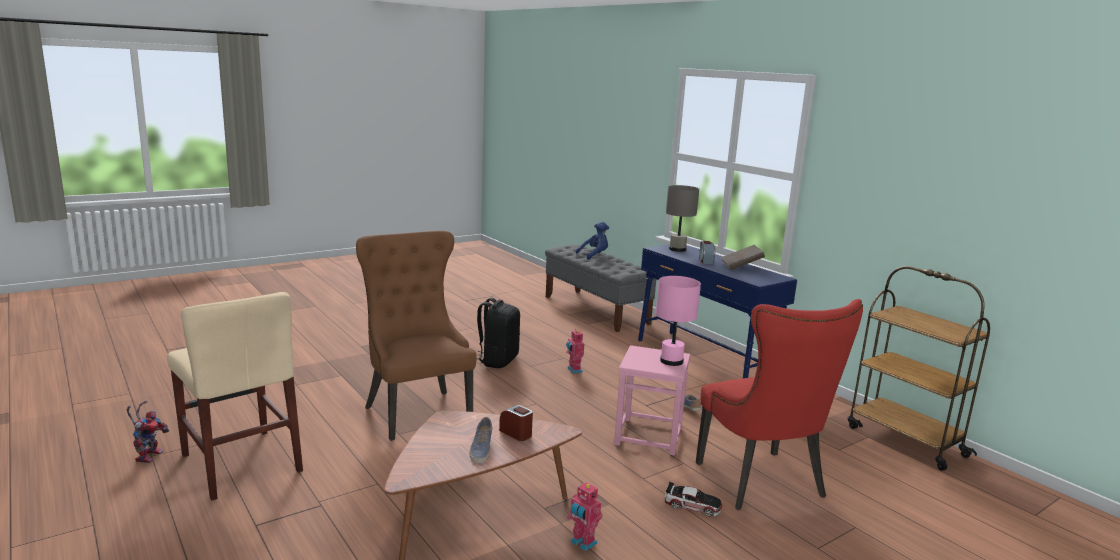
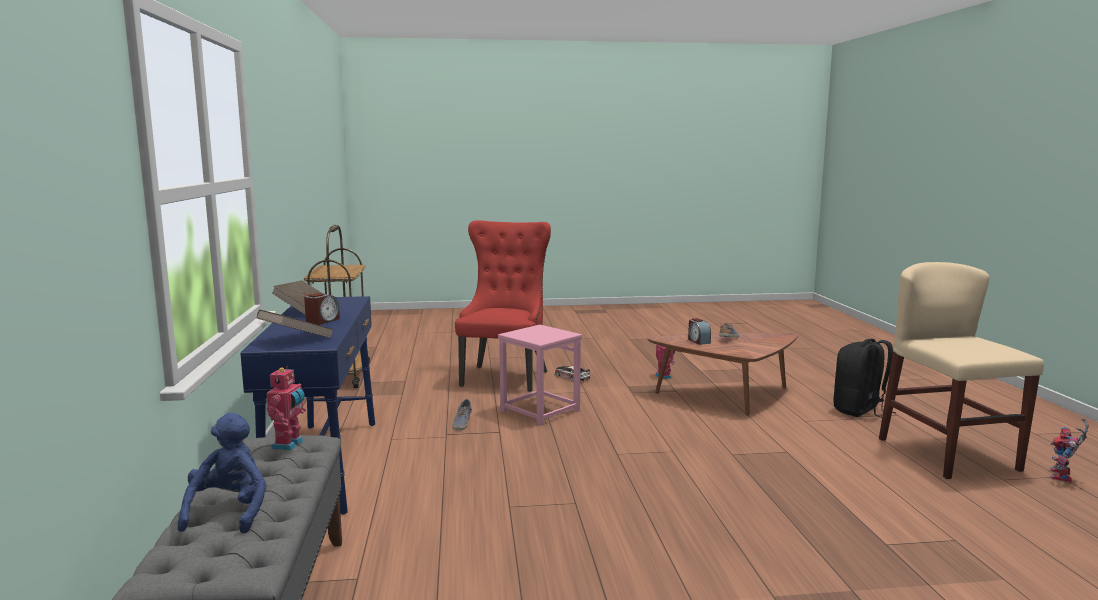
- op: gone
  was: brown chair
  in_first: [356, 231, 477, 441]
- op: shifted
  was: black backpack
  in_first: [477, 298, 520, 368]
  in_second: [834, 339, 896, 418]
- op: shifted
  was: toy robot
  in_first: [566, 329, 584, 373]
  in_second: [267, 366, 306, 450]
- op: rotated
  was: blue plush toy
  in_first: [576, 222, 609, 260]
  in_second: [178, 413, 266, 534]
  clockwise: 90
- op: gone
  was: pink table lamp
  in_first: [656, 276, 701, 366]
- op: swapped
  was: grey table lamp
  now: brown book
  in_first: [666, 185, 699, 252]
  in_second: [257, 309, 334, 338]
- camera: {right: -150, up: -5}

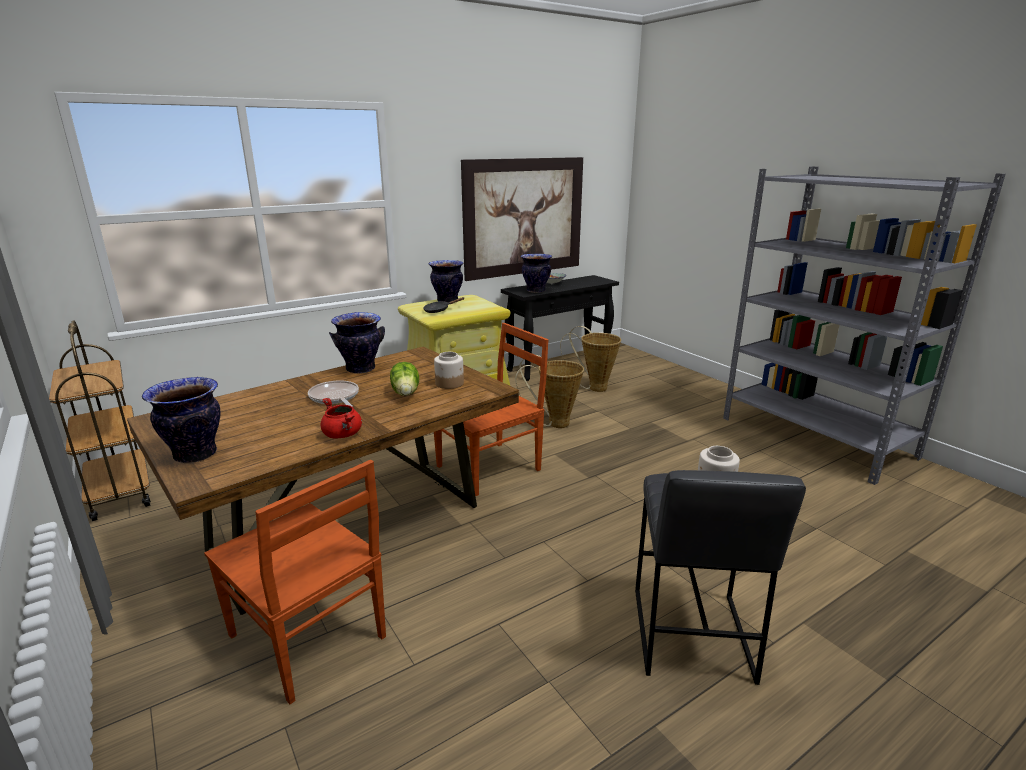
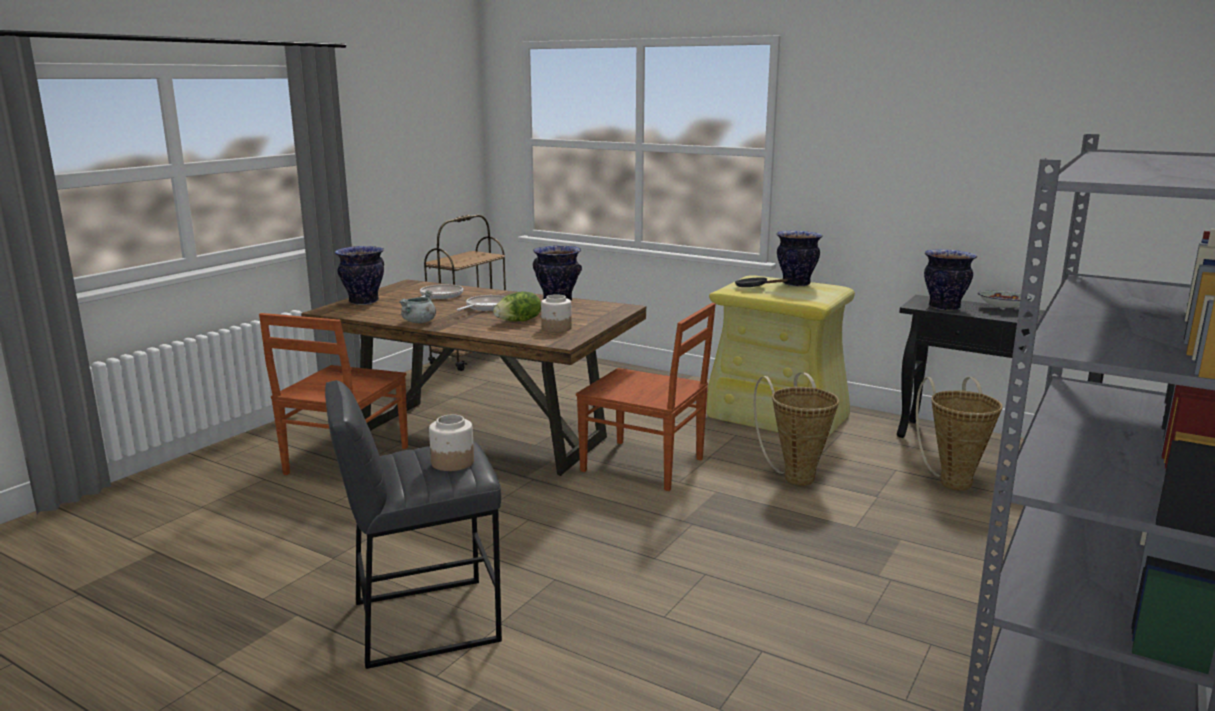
- op: repainted
  was: red cooking pot
  now: grey cooking pot
  in_first: [321, 398, 362, 439]
  in_second: [399, 290, 436, 323]
- op: gone
  was: picture
  in_first: [461, 157, 583, 281]
- op: new
  now: frying pan
  in_second: [420, 284, 463, 299]
- camera: {right: 65, up: -5}

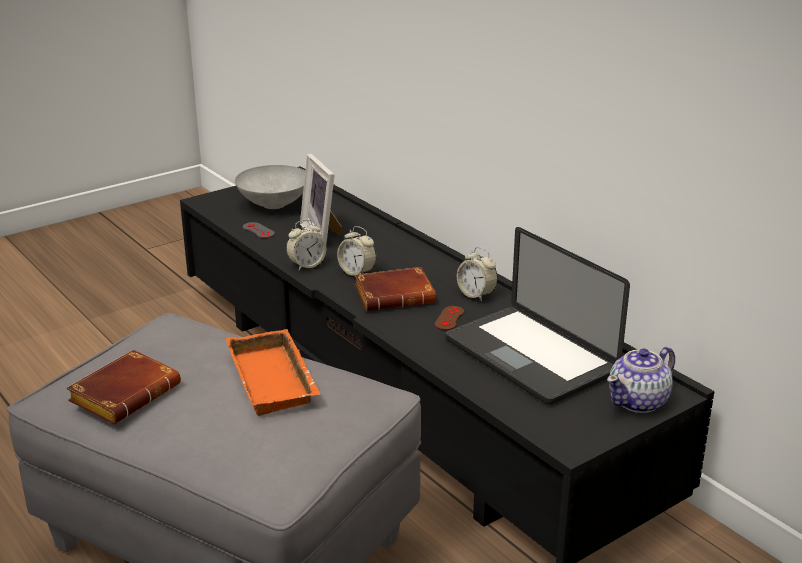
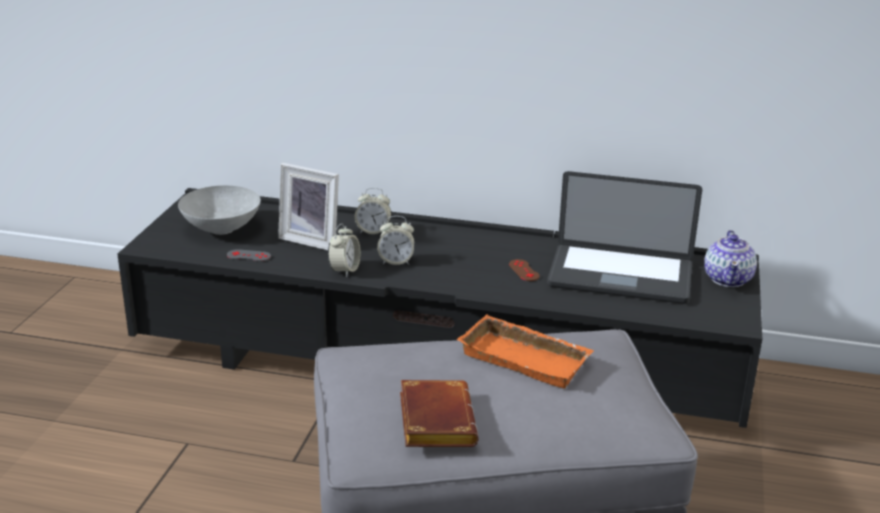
- op: gone
  was: brown book
  in_first: [355, 267, 436, 311]
- op: shifted
  was: alarm clock
  in_first: [457, 247, 498, 302]
  in_second: [355, 188, 391, 234]
- camera: {right: -40, up: 0}

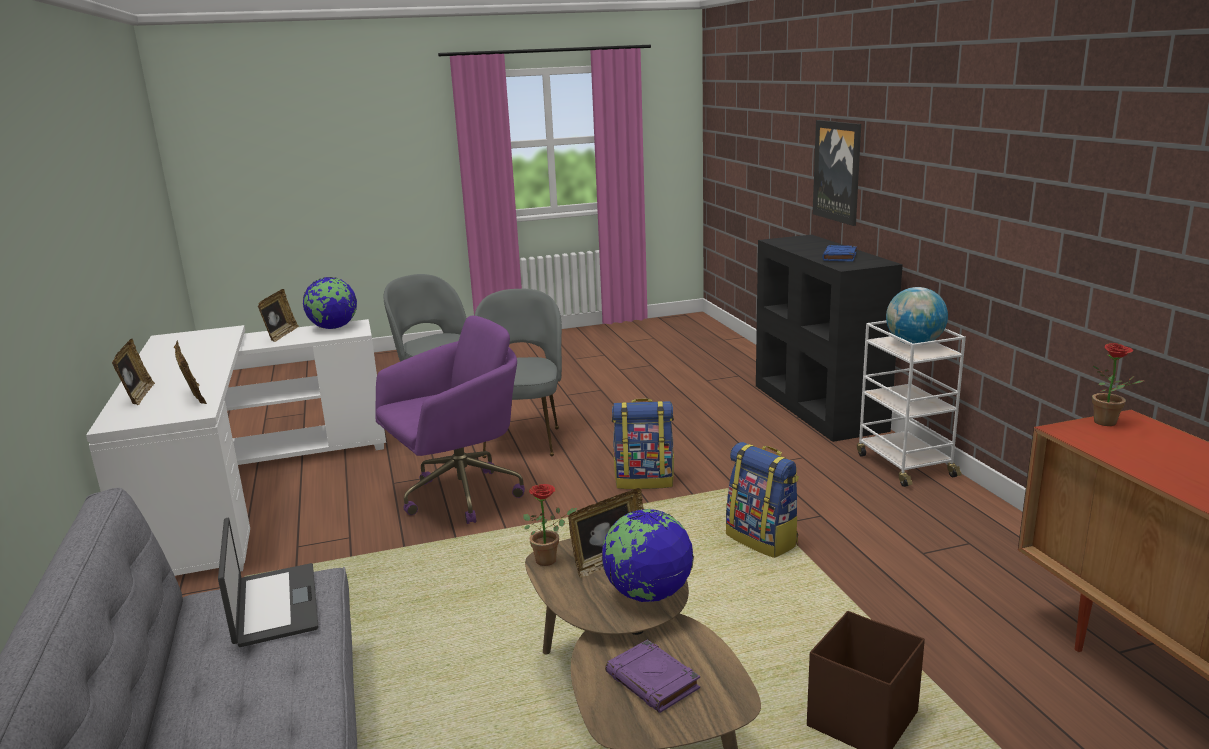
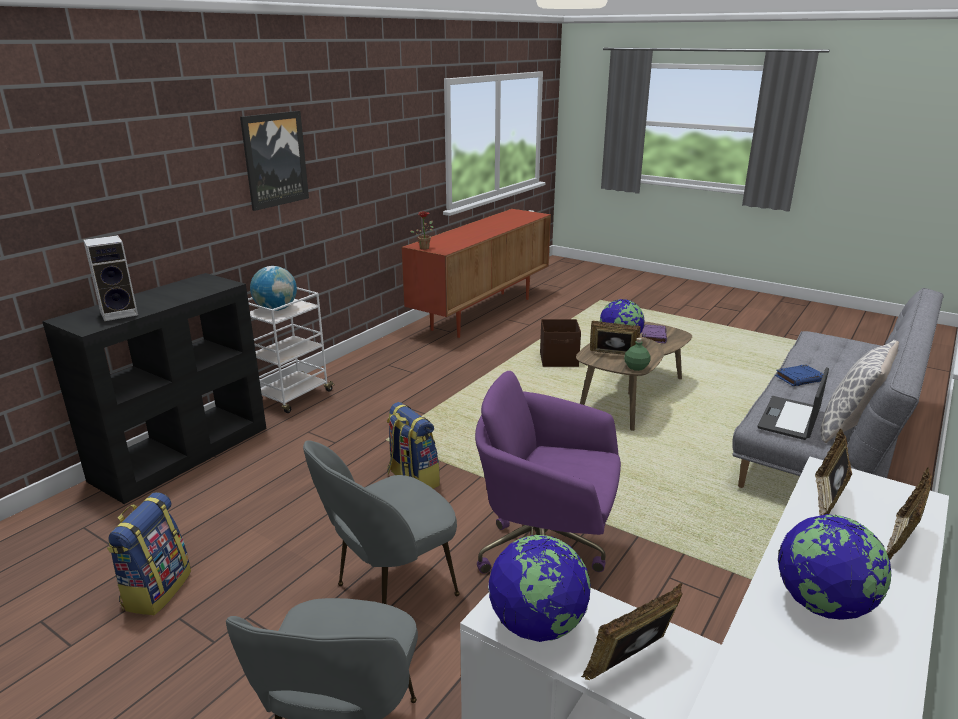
- op: swapped
  was: potted plant
  now: green bottle
  in_first: [523, 484, 577, 566]
  in_second: [624, 338, 650, 371]
- op: shifted
  was: backpack
  in_first: [726, 442, 799, 558]
  in_second: [107, 492, 191, 615]
- op: shifted
  was: picture
  in_first: [813, 120, 861, 226]
  in_second: [240, 111, 309, 211]
- op: shifted
  was: blue book
  in_first: [822, 245, 857, 262]
  in_second: [775, 365, 823, 386]
- op: new
  now: speaker
  in_second: [83, 235, 138, 321]
- op: new
  now: globe
  in_second: [778, 514, 891, 620]
- op: new
  now: pillow
  in_second: [820, 340, 899, 443]
- camera: {right: -130, up: 5}

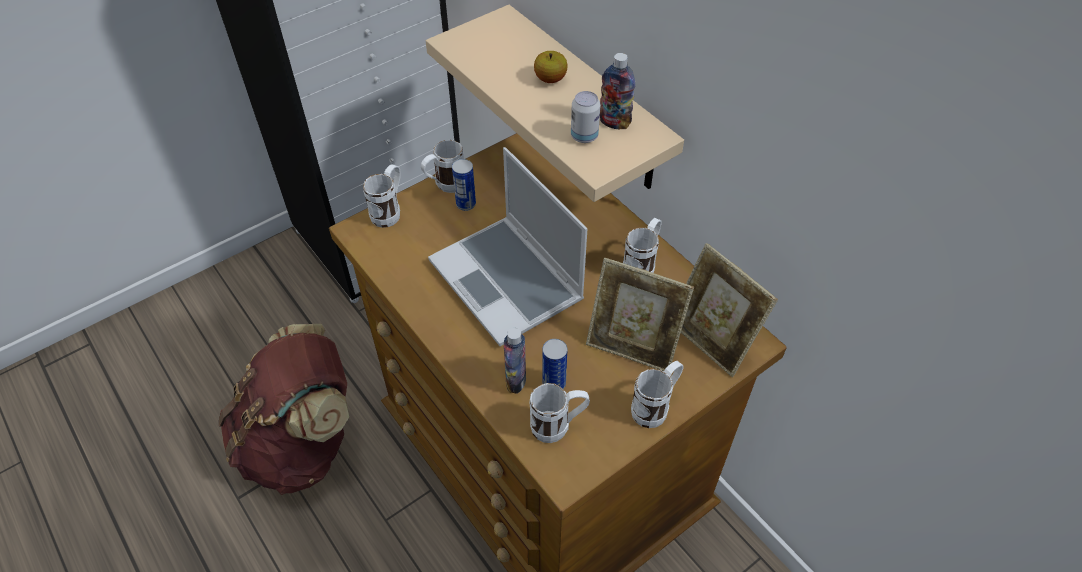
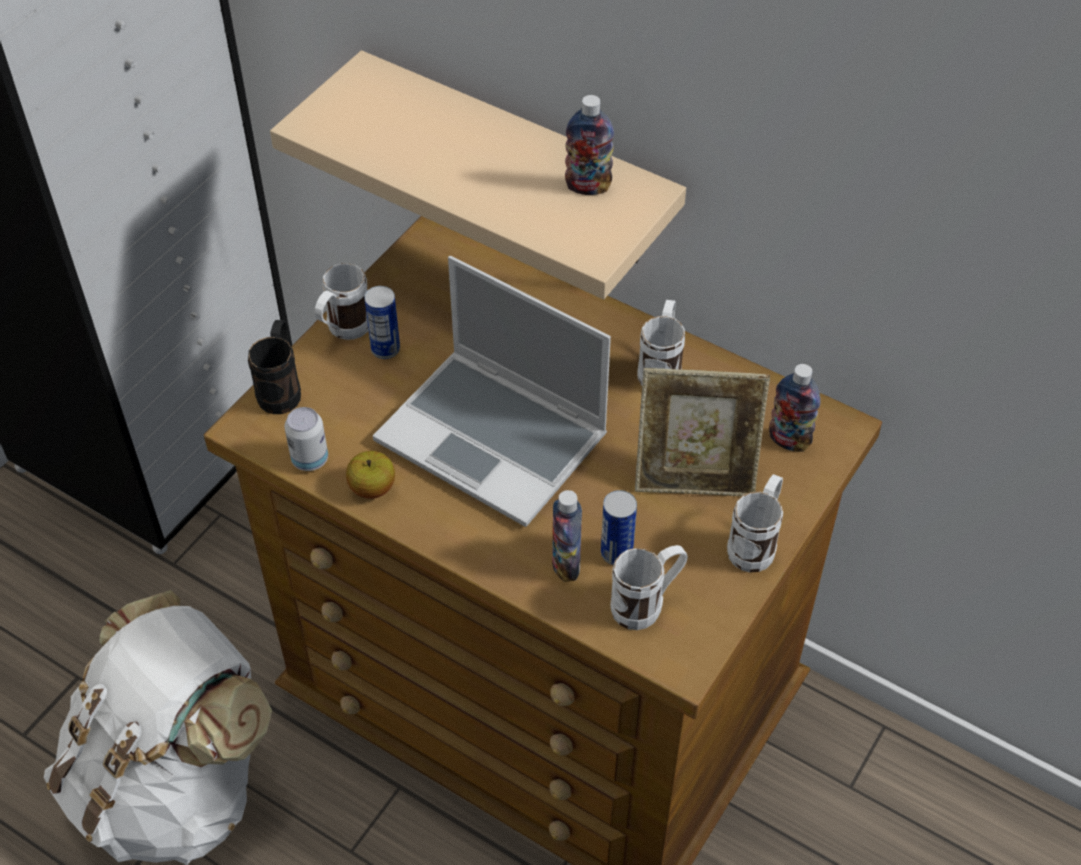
- op: repainted
  was: brown backpack
  now: white backpack
  in_first: [219, 324, 349, 495]
  in_second: [44, 590, 272, 865]
- op: repainted
  was: white mug
  now: black mug
  in_first: [363, 165, 401, 228]
  in_second: [248, 320, 301, 414]
- op: shifted
  was: apple
  in_first: [534, 51, 568, 83]
  in_second: [346, 451, 395, 499]
- op: shifted
  was: can
  in_first: [571, 91, 600, 143]
  in_second: [284, 407, 328, 471]
- op: swapped
  was: picture frame
  now: bottle
  in_first: [681, 243, 778, 377]
  in_second: [769, 364, 820, 452]
- camera: {right: -20, up: 0}

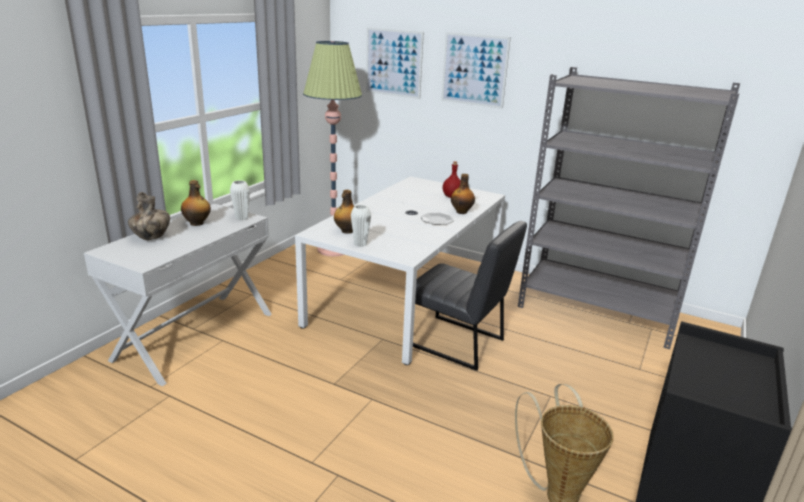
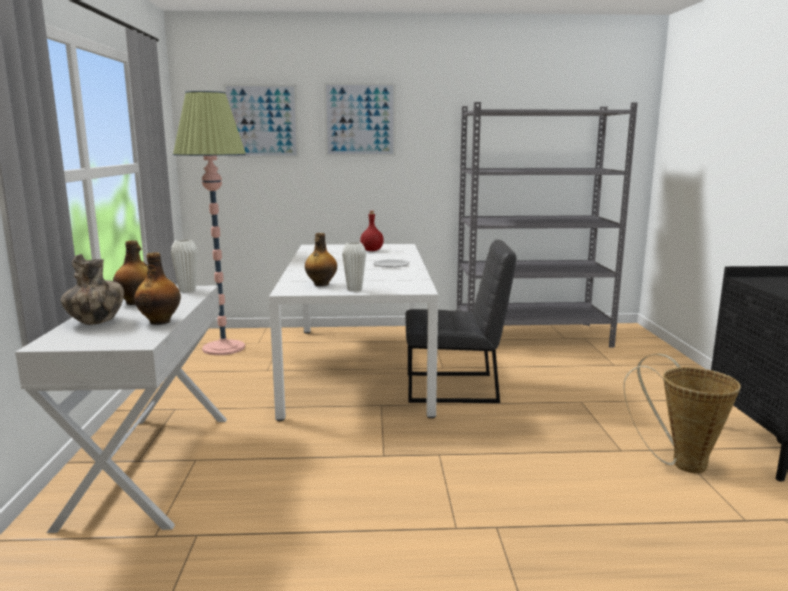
- op: shifted
  was: bottle
  in_first: [451, 174, 475, 214]
  in_second: [134, 252, 181, 325]
- camera: {right: -30, up: -10}

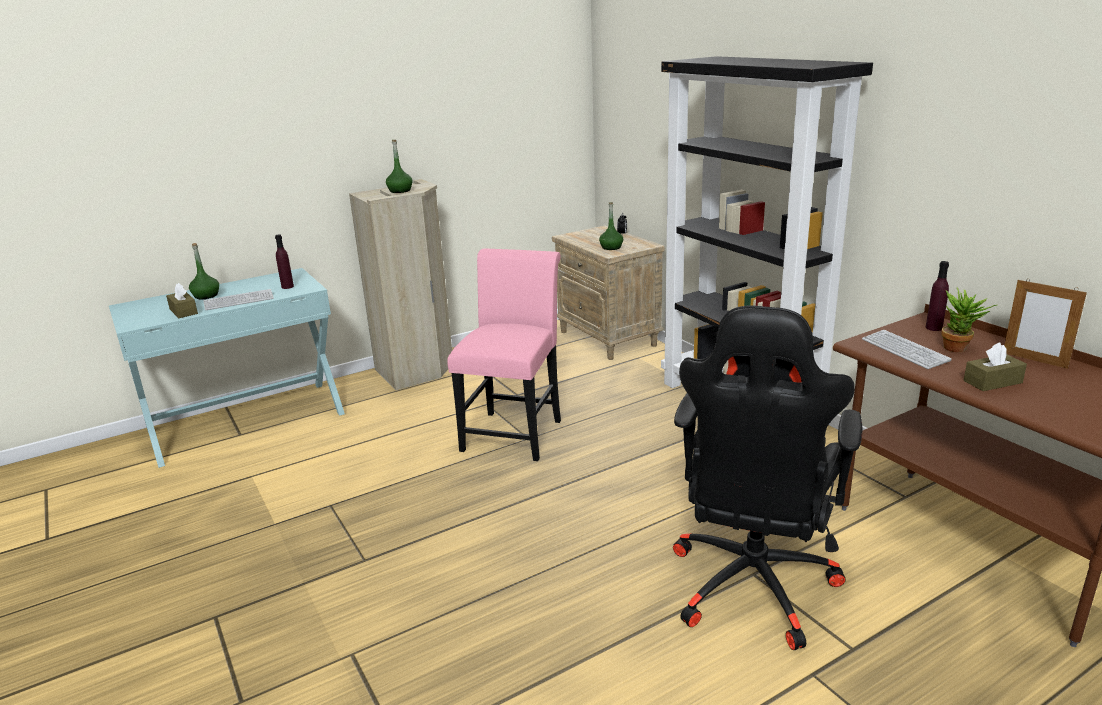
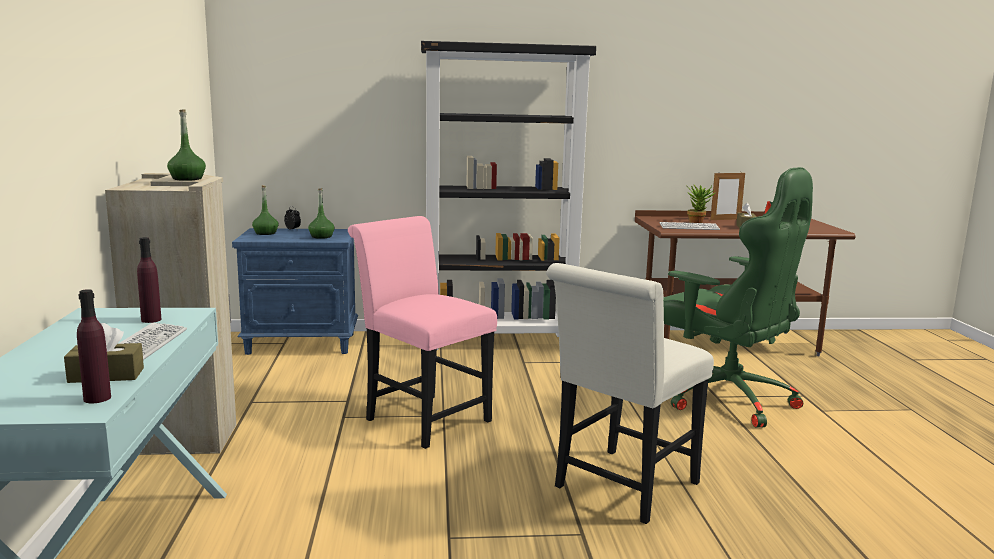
- op: shifted
  was: green bottle
  in_first: [189, 243, 219, 299]
  in_second: [252, 185, 279, 235]
- op: repainted
  was: beige nightstand
  now: blue nightstand
  in_first: [552, 226, 665, 360]
  in_second: [232, 228, 358, 355]
- op: repainted
  was: black office chair
  now: green office chair
  in_first: [673, 305, 862, 650]
  in_second: [663, 167, 813, 427]
- op: shifted
  was: purple bottle
  in_first: [925, 261, 949, 331]
  in_second: [77, 289, 111, 403]
- op: new
  now: white chair
  in_second: [547, 263, 714, 524]
- camera: {right: -65, up: -10}

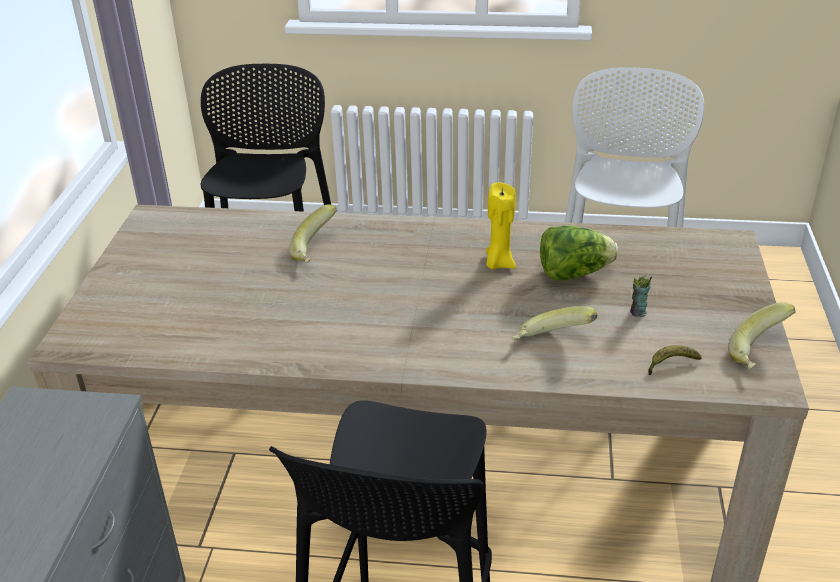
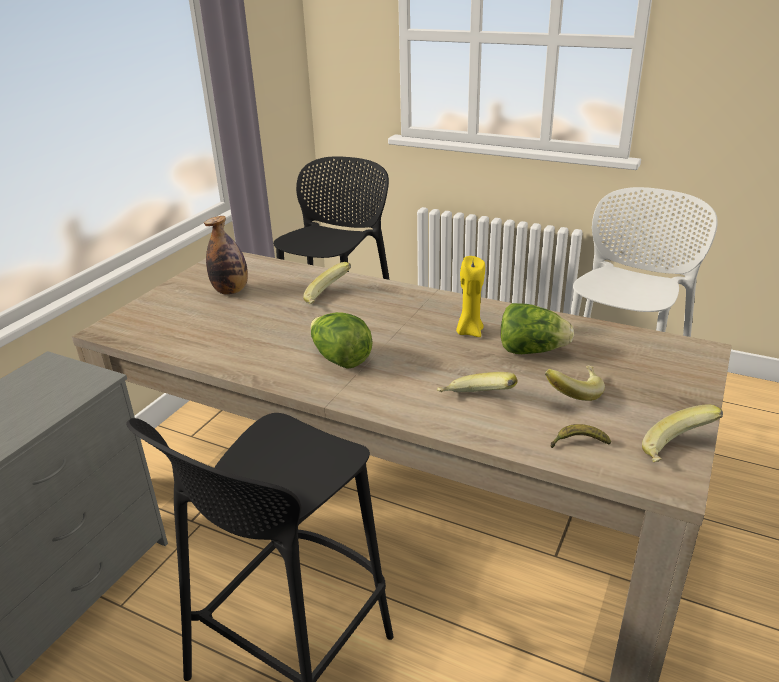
- op: swapped
  was: cup
  now: banana
  in_first: [630, 275, 652, 317]
  in_second: [545, 365, 605, 401]
- op: new
  now: bottle
  in_second: [204, 216, 248, 295]
- op: new
  now: lettuce
  in_second: [311, 312, 373, 369]
- camera: {right: 20, up: -5}

